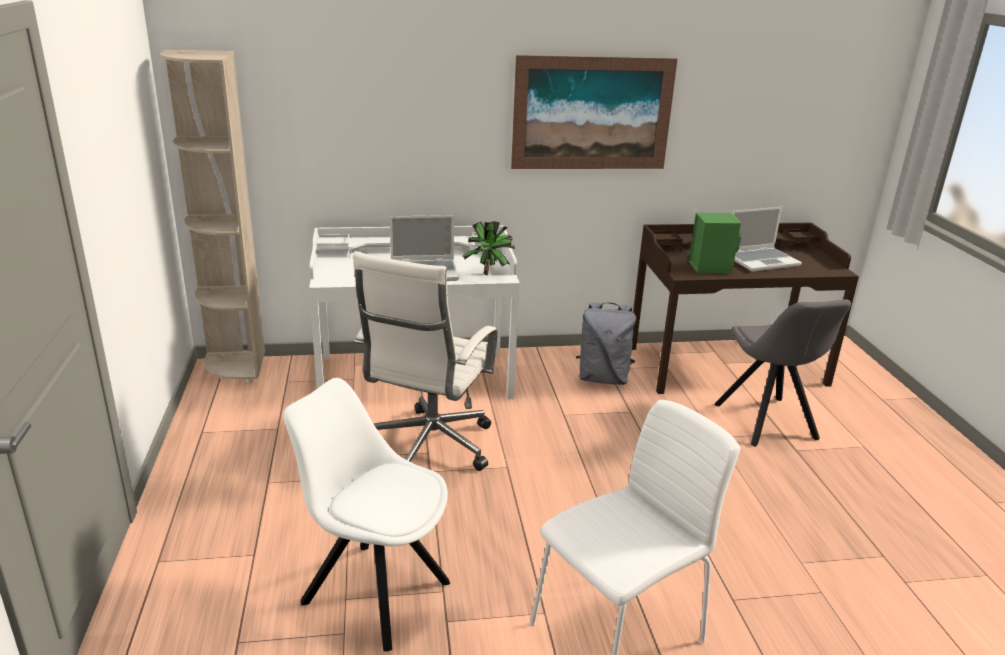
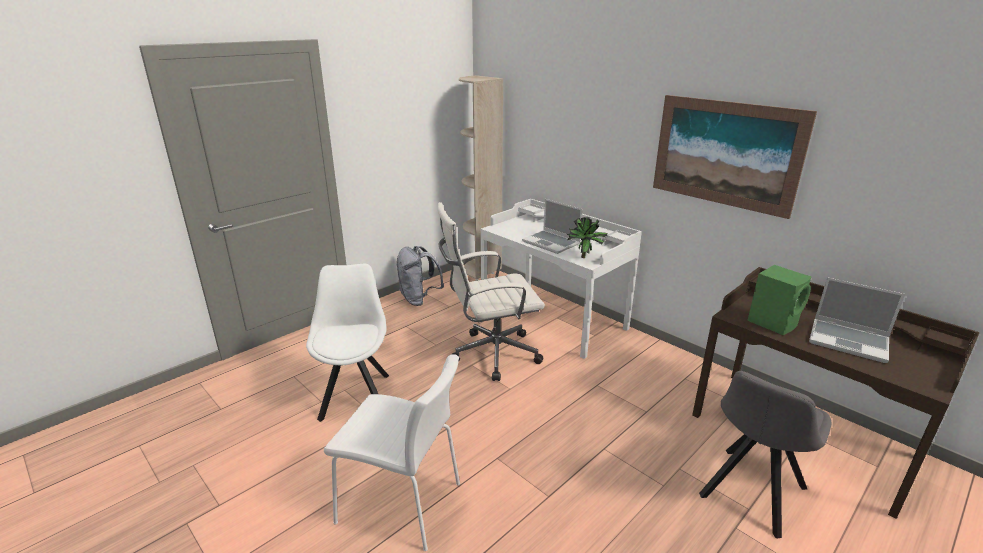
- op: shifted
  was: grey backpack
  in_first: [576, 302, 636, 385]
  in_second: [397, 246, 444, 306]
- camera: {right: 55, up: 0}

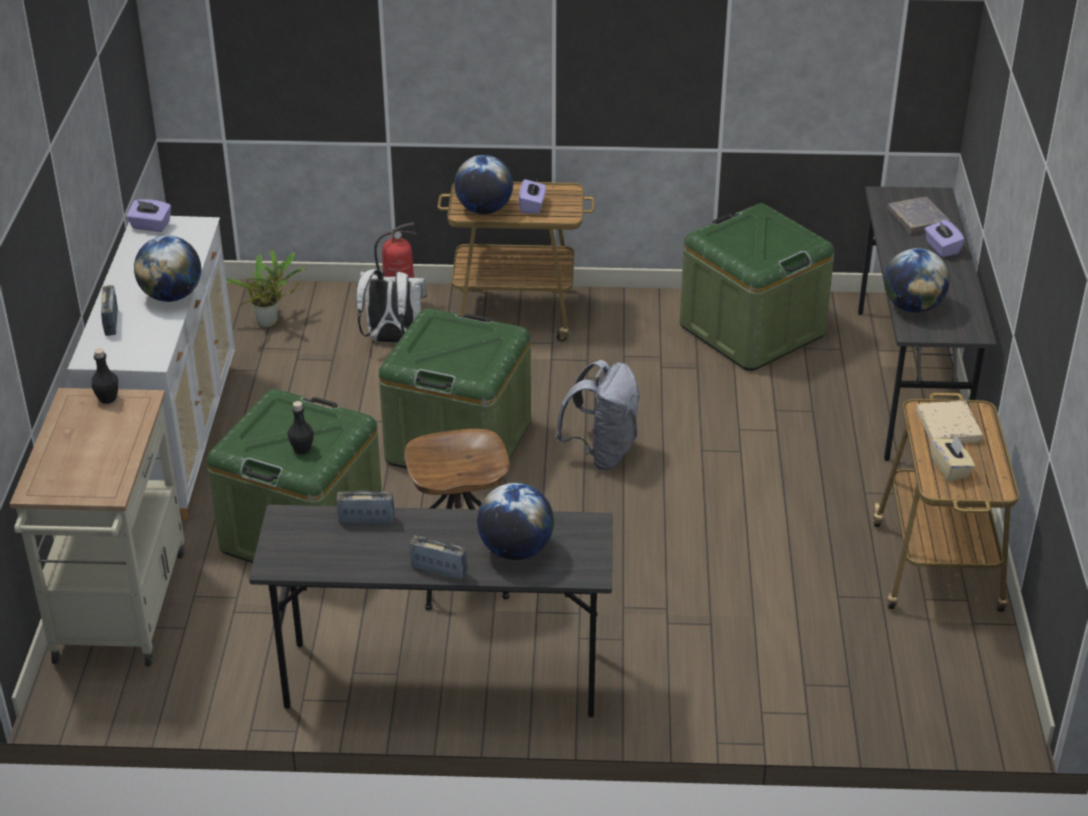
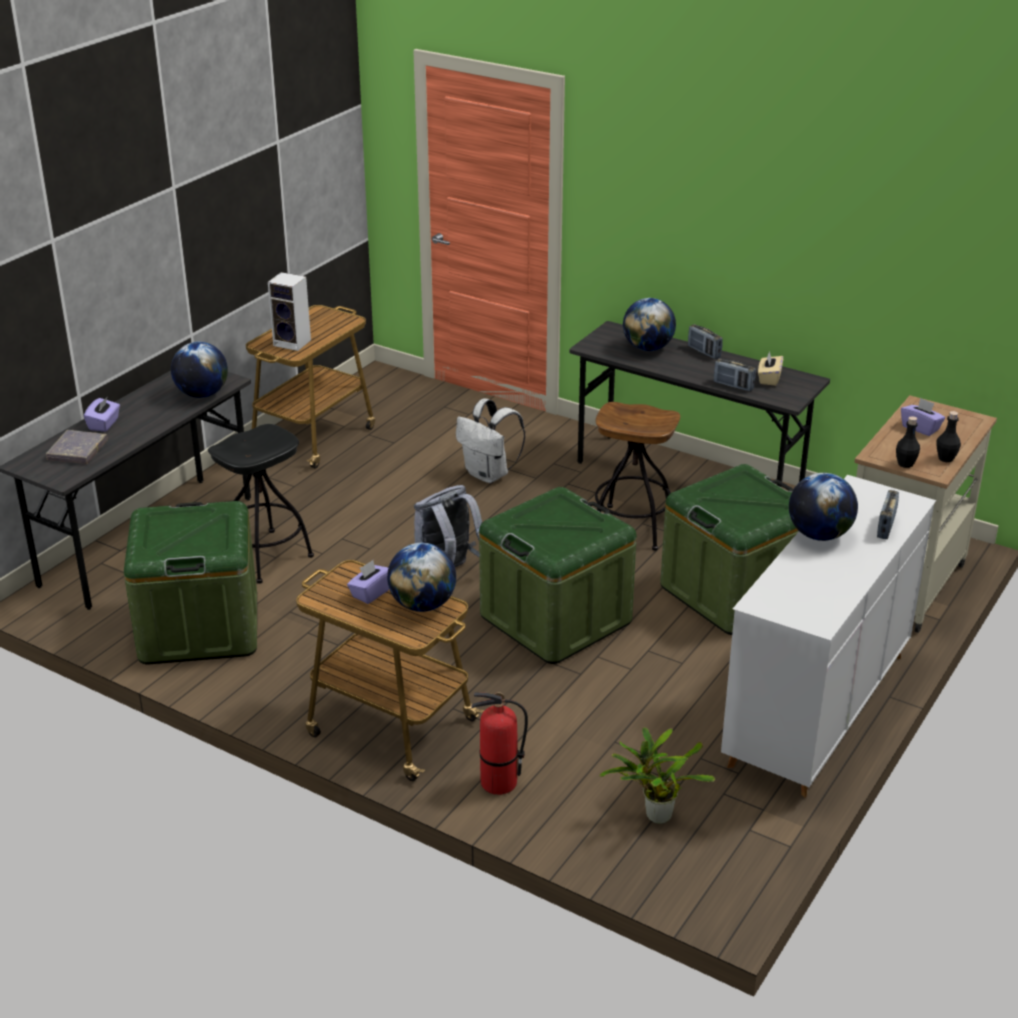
- op: shifted
  was: purple tissue box
  in_first: [126, 199, 171, 232]
  in_second: [901, 398, 945, 436]
- op: shifted
  was: black bottle
  in_first: [287, 401, 314, 454]
  in_second: [936, 411, 961, 462]
- op: shifted
  was: white backpack
  in_first: [356, 269, 427, 343]
  in_second: [456, 398, 525, 483]
- op: swapped
  was: beige book
  now: speaker
  in_first: [916, 400, 983, 443]
  in_second: [268, 272, 311, 351]
- op: shifted
  was: beige tissue box
  in_first: [931, 436, 975, 481]
  in_second: [758, 351, 783, 386]
- op: new
  now: black stool
  in_second: [208, 424, 314, 584]
- camera: {right: -150, up: -5}

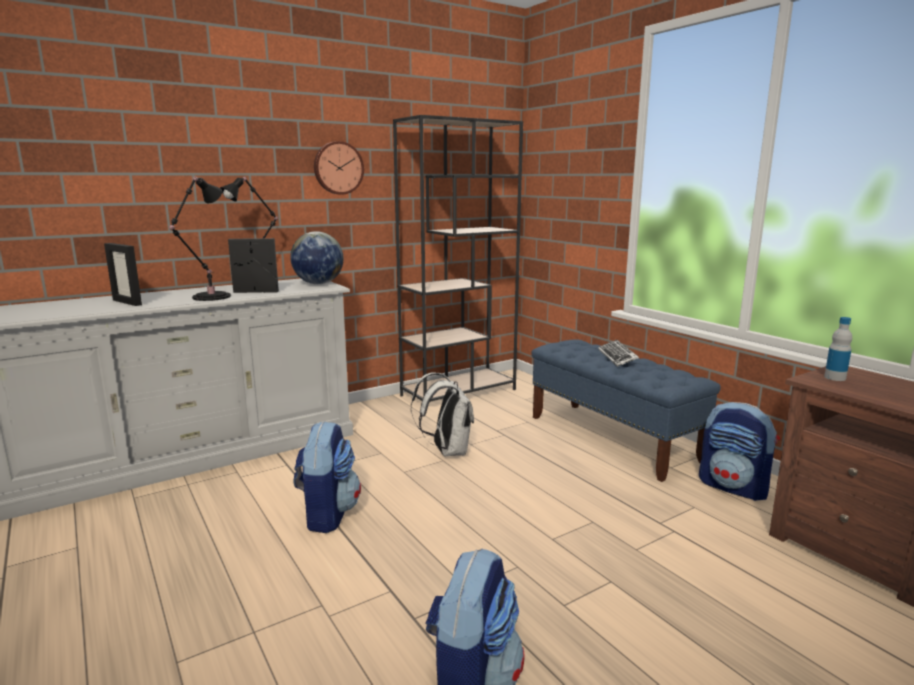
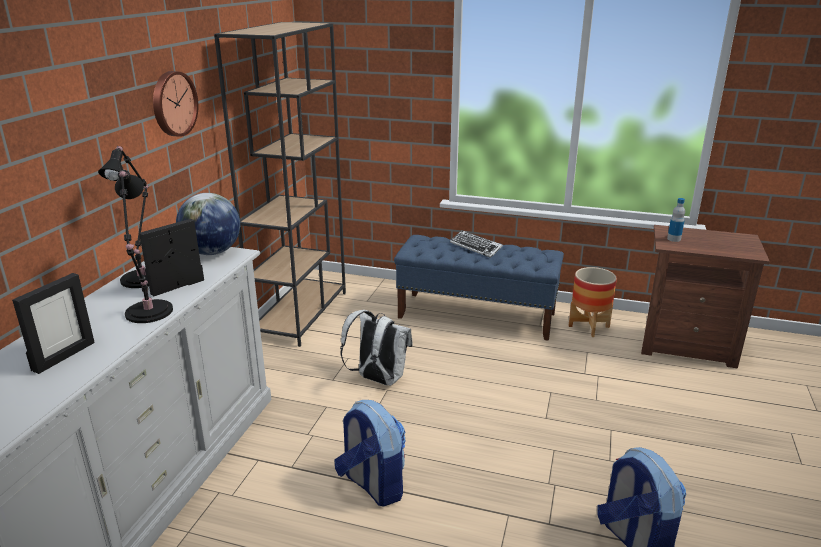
- op: rotated
  was: picture frame
  in_first: [104, 243, 142, 306]
  in_second: [12, 273, 95, 374]
  clockwise: -60
- op: swapped
  was: backpack
  now: planter
  in_first: [699, 402, 780, 501]
  in_second: [568, 267, 617, 337]
- camera: {right: -40, up: 10}

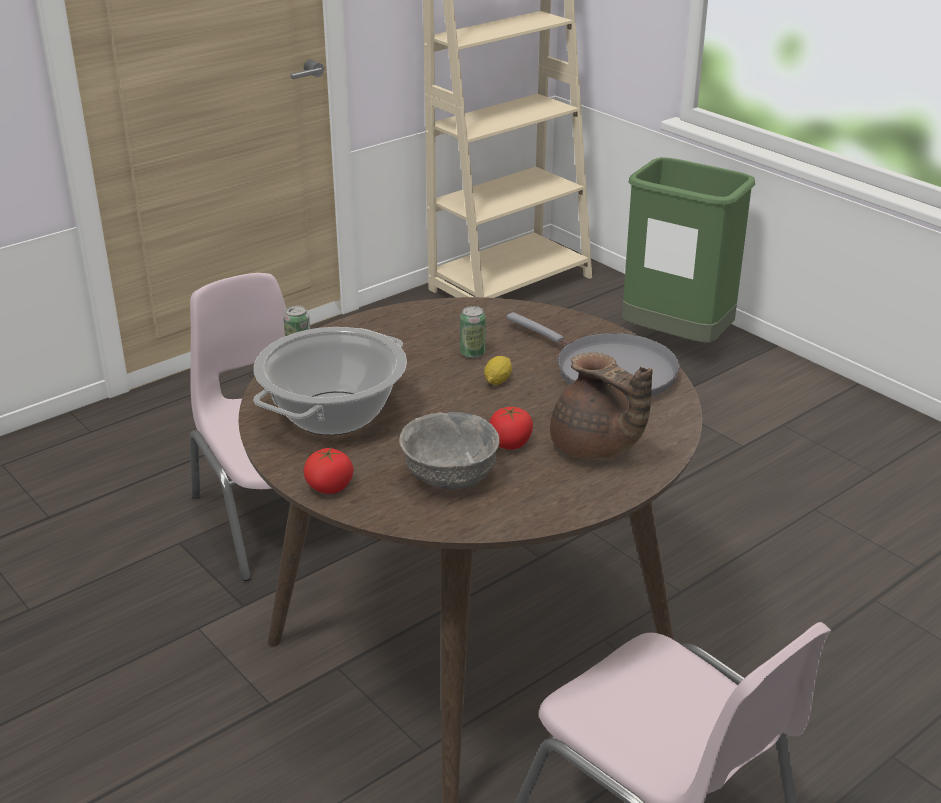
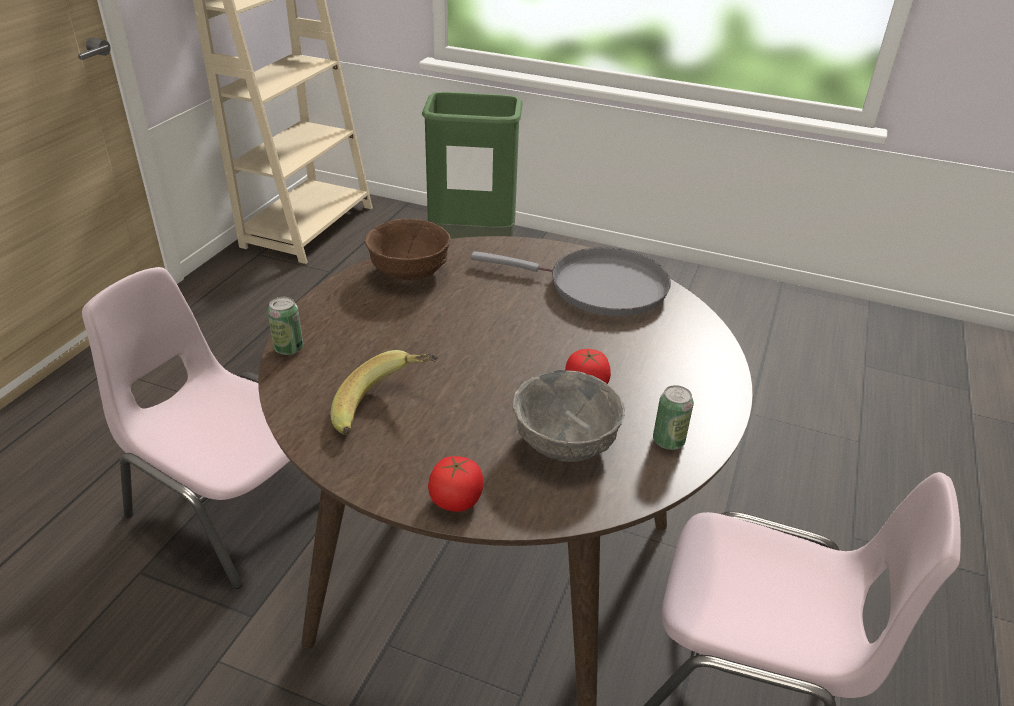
- op: swapped
  was: cooking pot
  now: banana
  in_first: [253, 327, 407, 435]
  in_second: [331, 350, 438, 435]
- op: shifted
  was: can
  in_first: [460, 306, 486, 358]
  in_second: [653, 385, 694, 450]
- op: gone
  was: lemon
  in_first: [484, 356, 512, 385]
- op: gone
  was: brown teapot
  in_first: [550, 353, 653, 460]
- op: new
  now: brown bowl
  in_second: [365, 219, 451, 280]
- camera: {right: -30, up: 5}

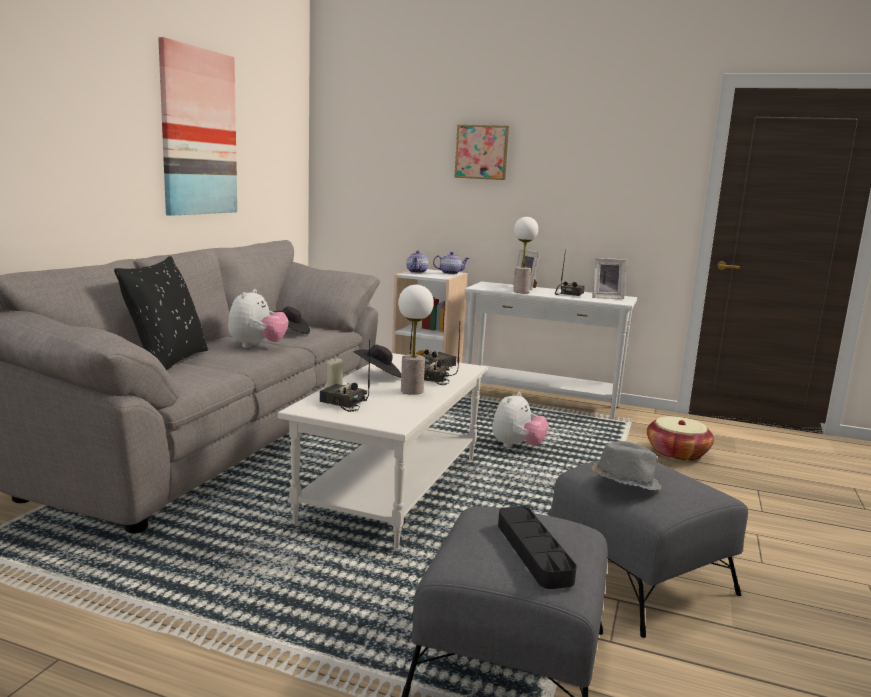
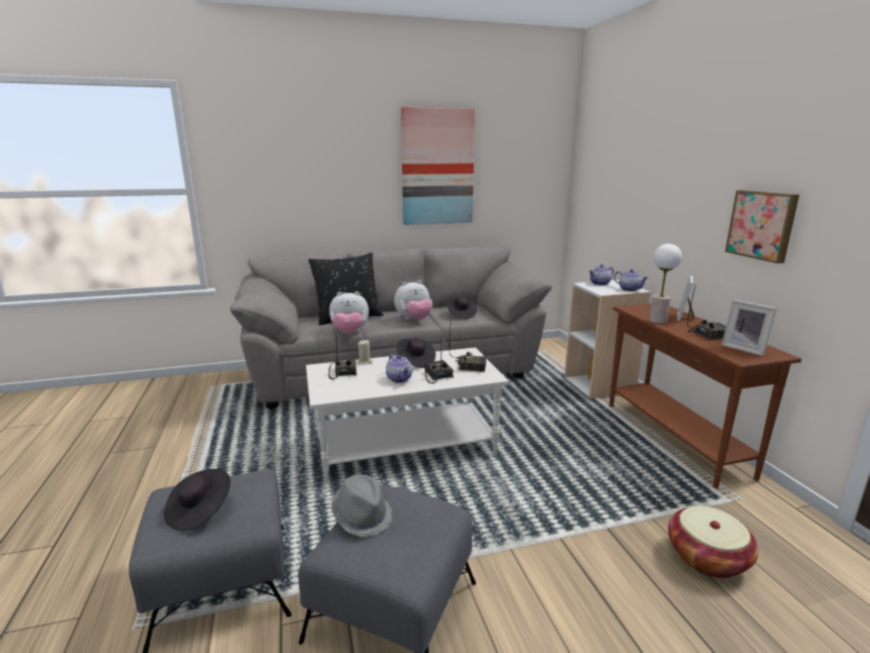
- op: swapped
  was: table lamp
  now: teapot
  in_first: [398, 285, 434, 395]
  in_second: [386, 354, 412, 383]
- op: shifted
  was: picture
  in_first: [454, 124, 509, 180]
  in_second: [725, 190, 799, 264]
- op: repainted
  was: white console table
  now: brown console table
  in_first: [464, 282, 637, 419]
  in_second: [609, 303, 802, 489]
- op: shifted
  was: plush toy
  in_first: [492, 392, 549, 447]
  in_second: [329, 291, 369, 334]
- op: swapped
  was: black tray
  now: black hat
  in_first: [498, 506, 577, 589]
  in_second: [164, 469, 230, 531]
- camera: {right: 55, up: 5}

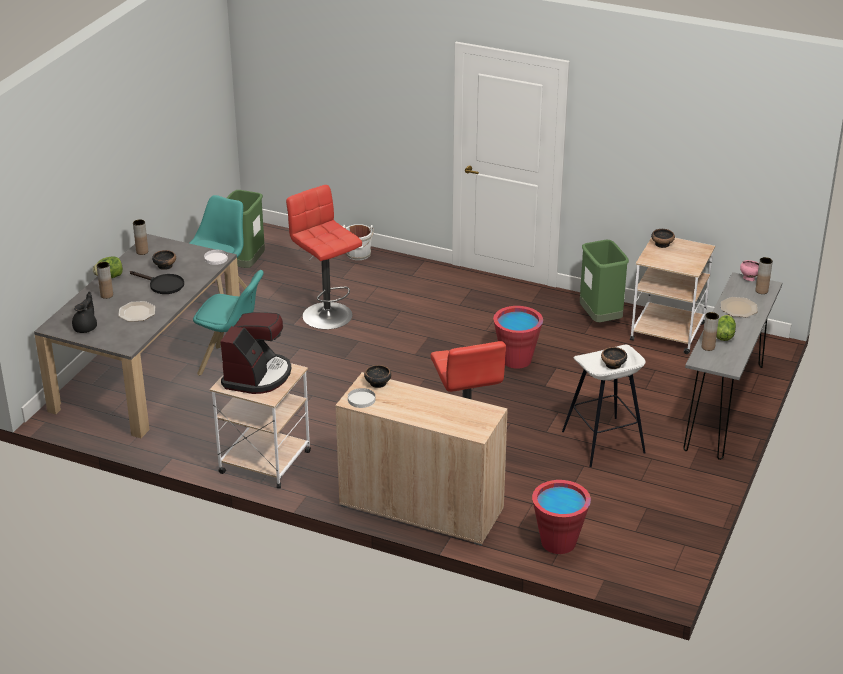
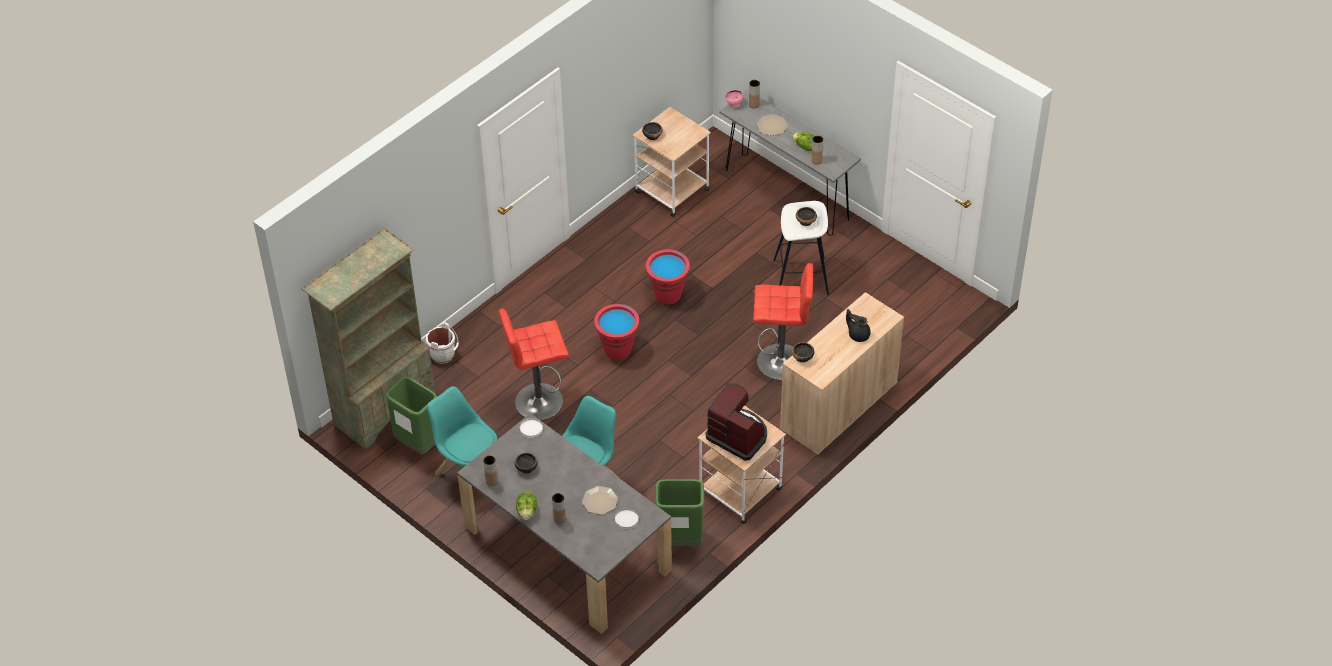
- op: shifted
  was: black teapot
  in_first: [72, 291, 97, 333]
  in_second: [846, 309, 871, 342]
- op: gone
  was: black frying pan
  in_first: [130, 271, 184, 294]
- op: shifted
  was: white plate
  in_first: [348, 388, 376, 408]
  in_second: [615, 508, 639, 529]
- op: shifted
  was: red bucket
  in_first: [532, 480, 591, 554]
  in_second: [594, 304, 639, 360]
- op: shifted
  was: green trash can
  in_first: [580, 240, 629, 322]
  in_second: [655, 479, 704, 546]
- op: new
  now: green bookcase
  in_second: [301, 228, 435, 450]
- camera: {right: -70, up: 15}

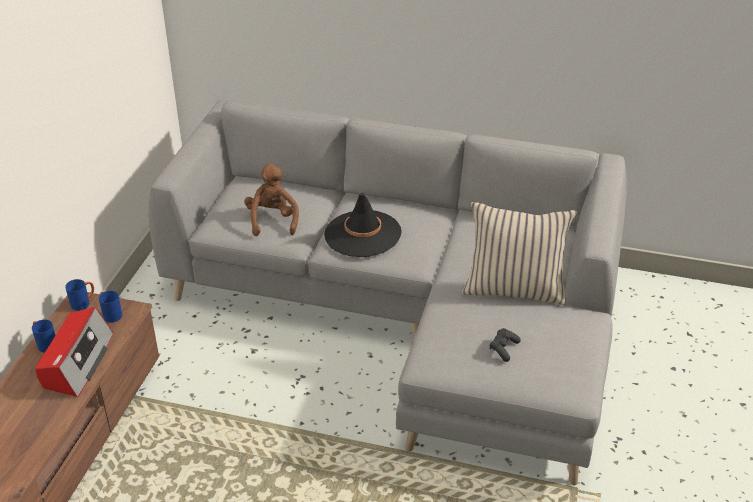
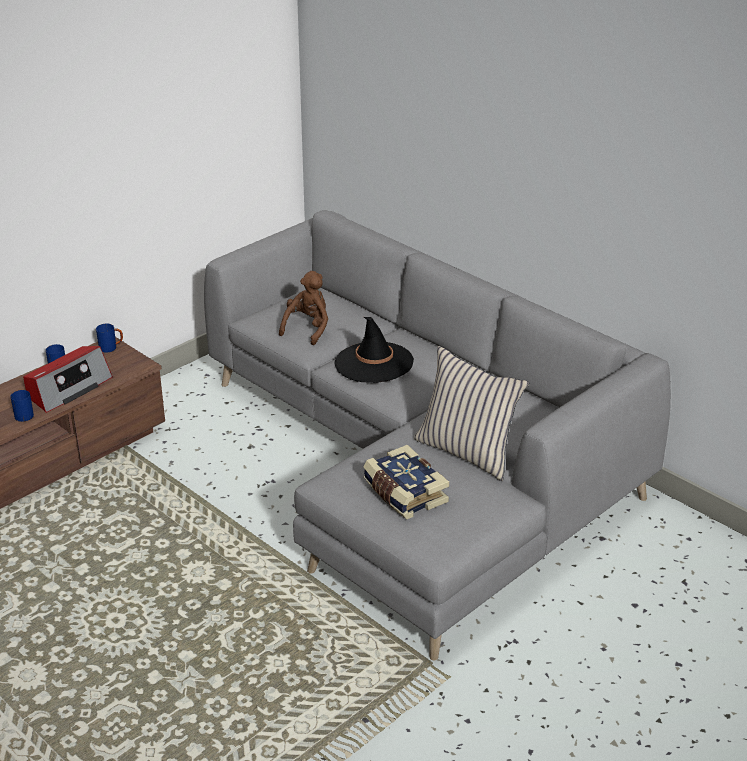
- op: shifted
  was: blue mug
  in_first: [99, 291, 122, 323]
  in_second: [10, 390, 34, 422]
- op: swapped
  was: black game controller
  now: book
  in_first: [490, 328, 521, 362]
  in_second: [363, 445, 449, 519]
- camera: {right: 30, up: -5}

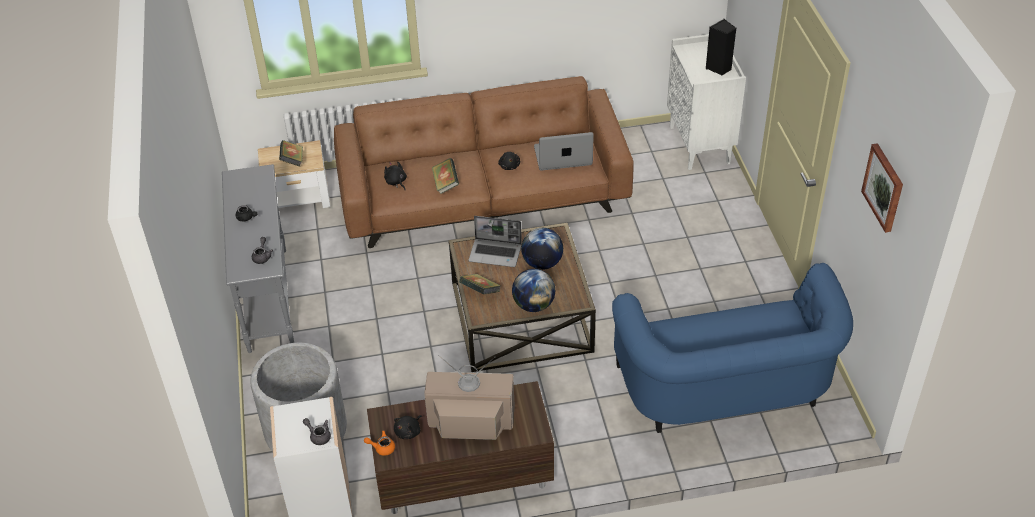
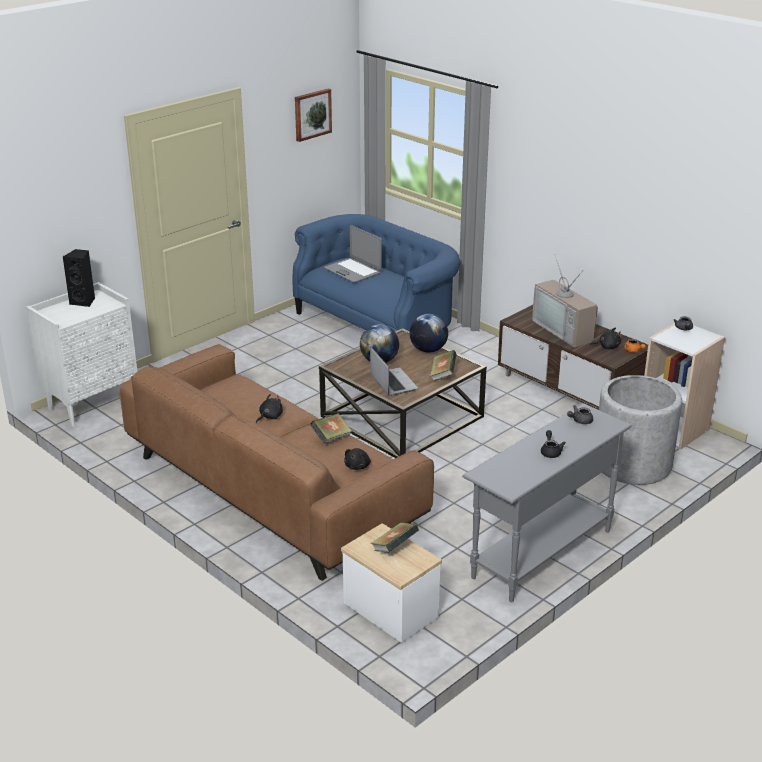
- op: shifted
  was: laptop
  in_first: [534, 132, 594, 171]
  in_second: [324, 225, 382, 282]
- camera: {right: -125, up: -15}

